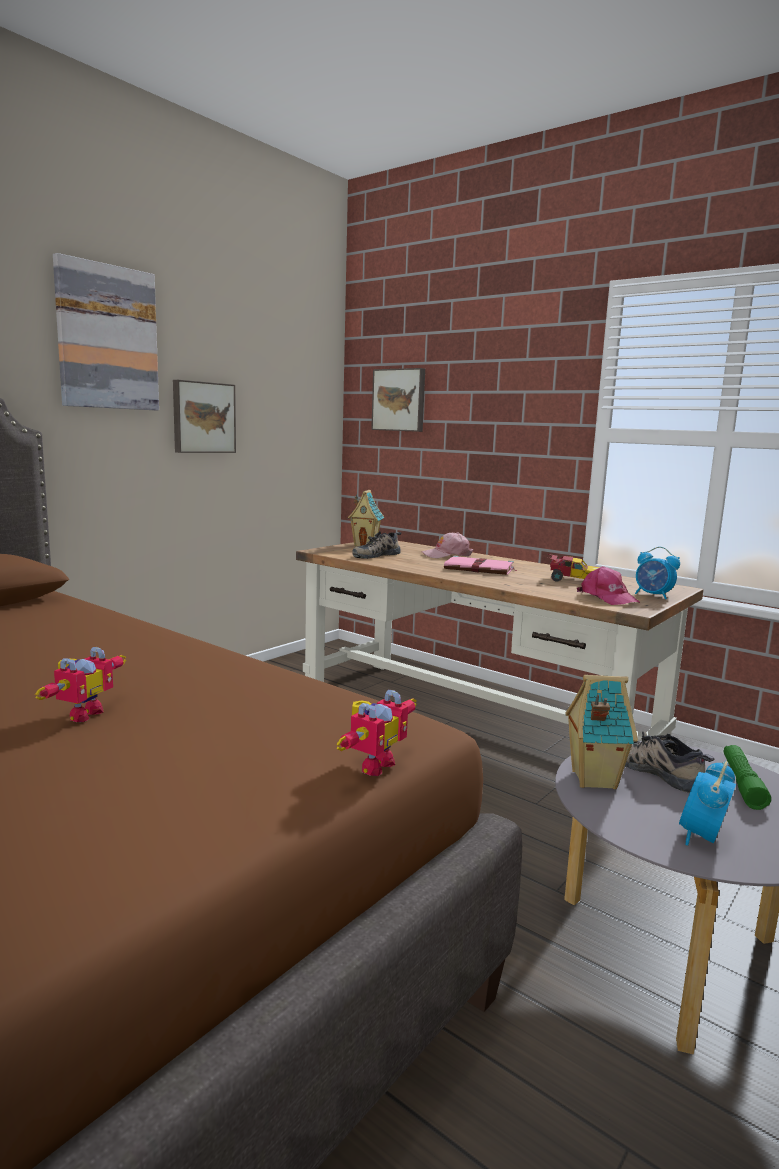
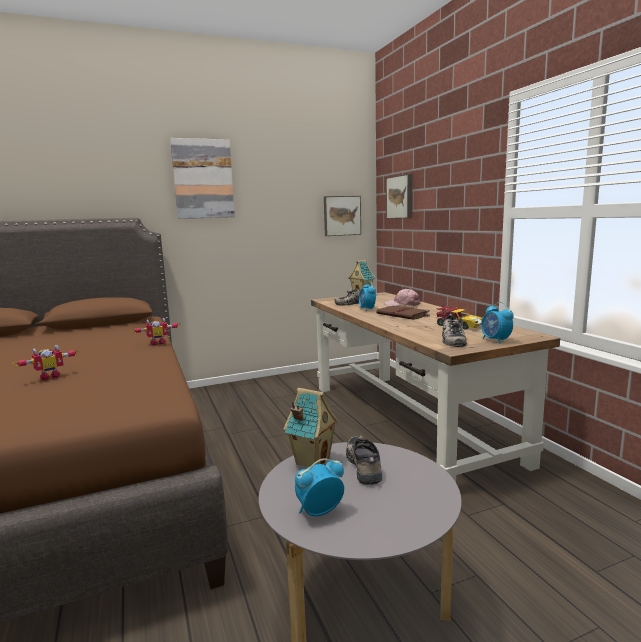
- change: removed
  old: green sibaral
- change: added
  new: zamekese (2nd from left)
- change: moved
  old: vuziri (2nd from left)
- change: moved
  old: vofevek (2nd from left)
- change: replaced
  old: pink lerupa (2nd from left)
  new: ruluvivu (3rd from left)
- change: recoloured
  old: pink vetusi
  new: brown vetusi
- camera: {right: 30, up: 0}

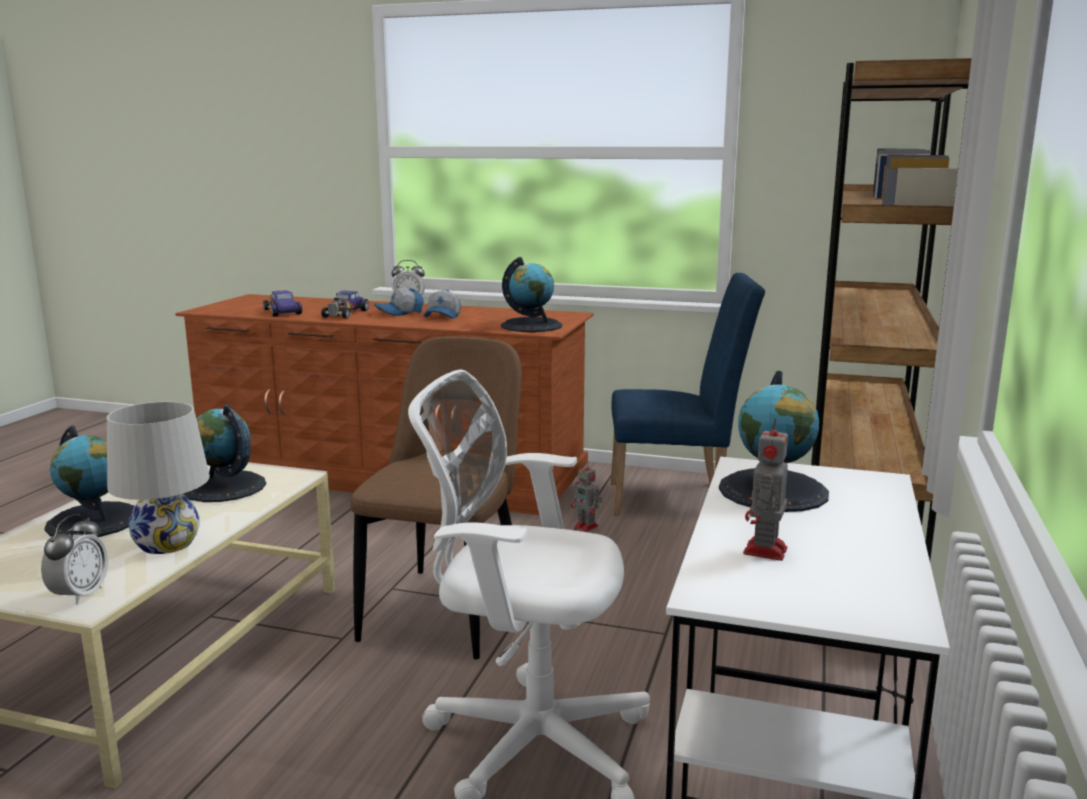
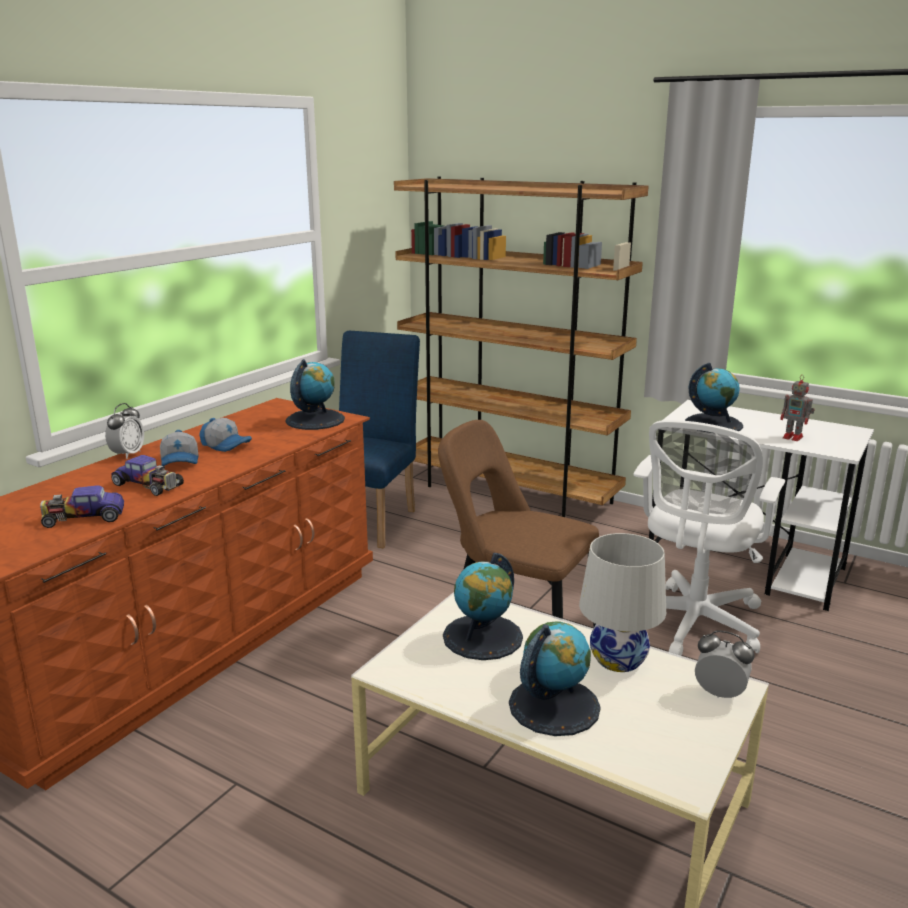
- change: removed
  old: vofevek (1st from left)
- camera: {right: -75, up: 5}

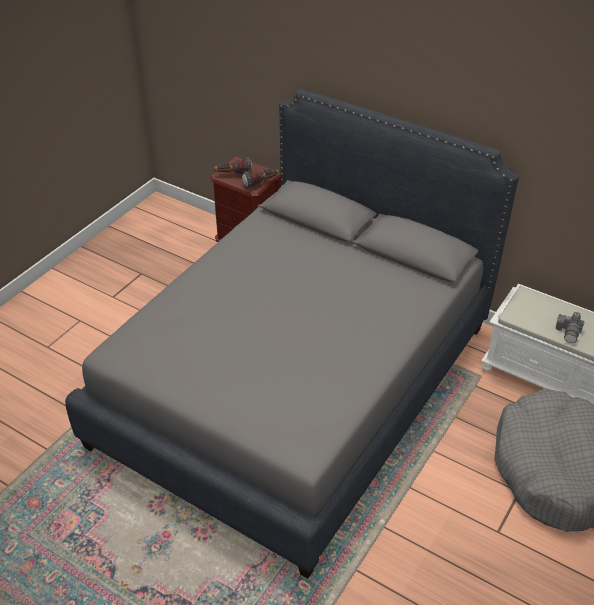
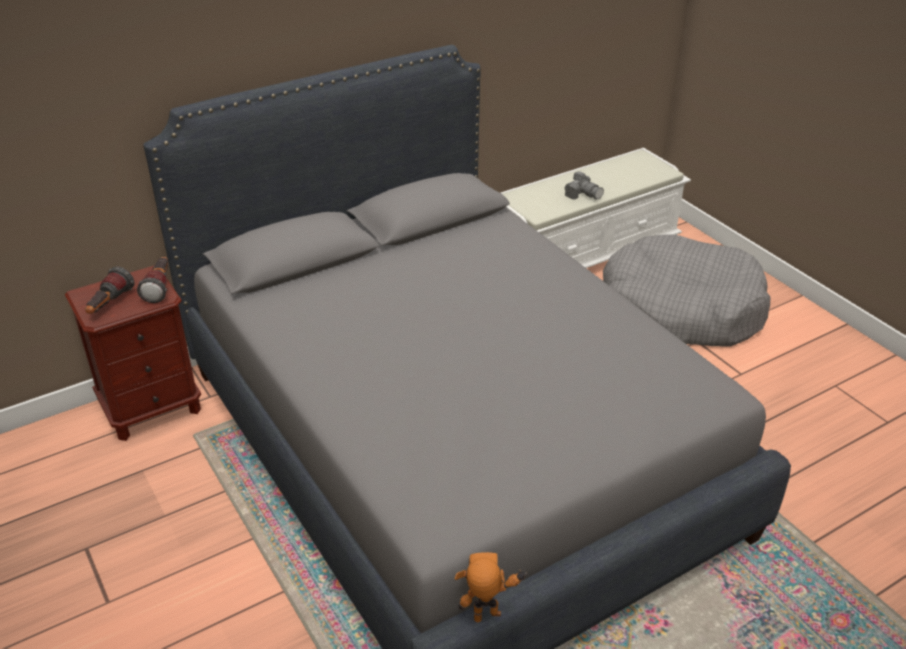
- change: added
  new: vofevek
- camera: {right: -65, up: -5}

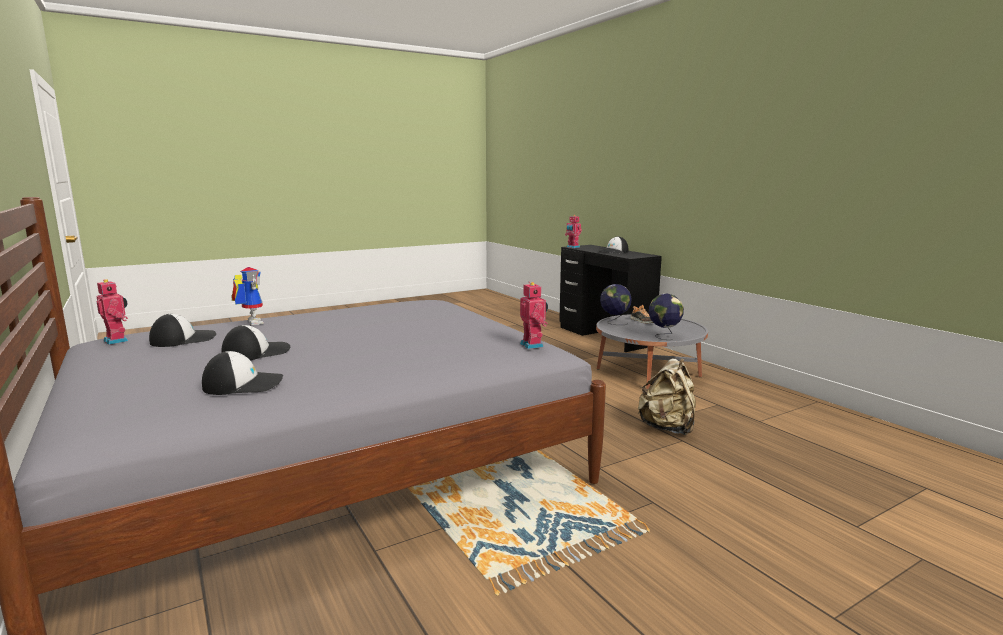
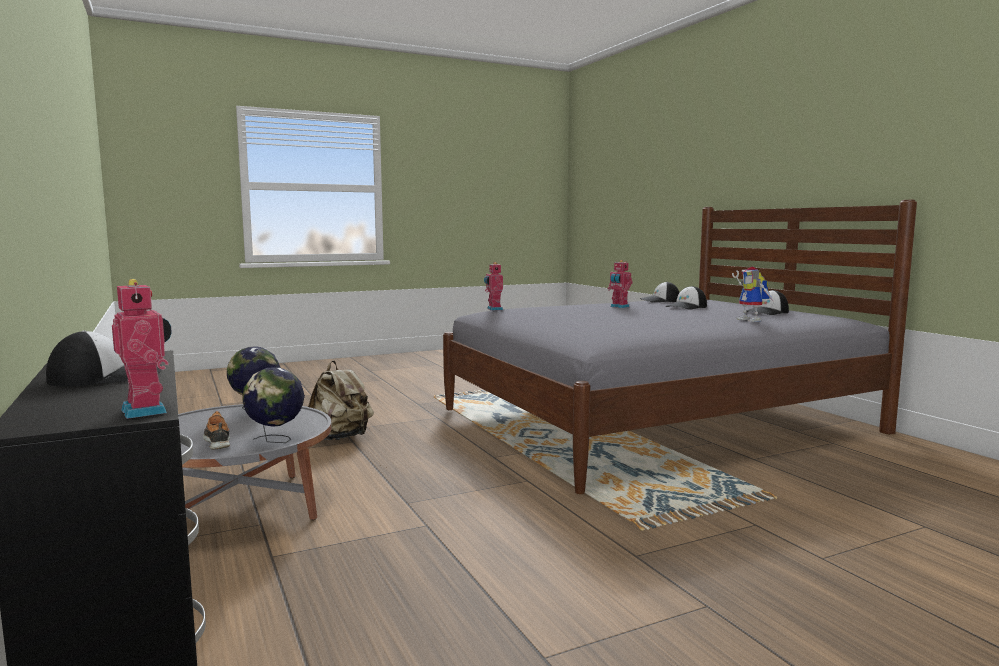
- change: moved
  old: vofevek (1st from left in the first image)
  new: vofevek (3rd from left)
- camera: {right: -175, up: -5}

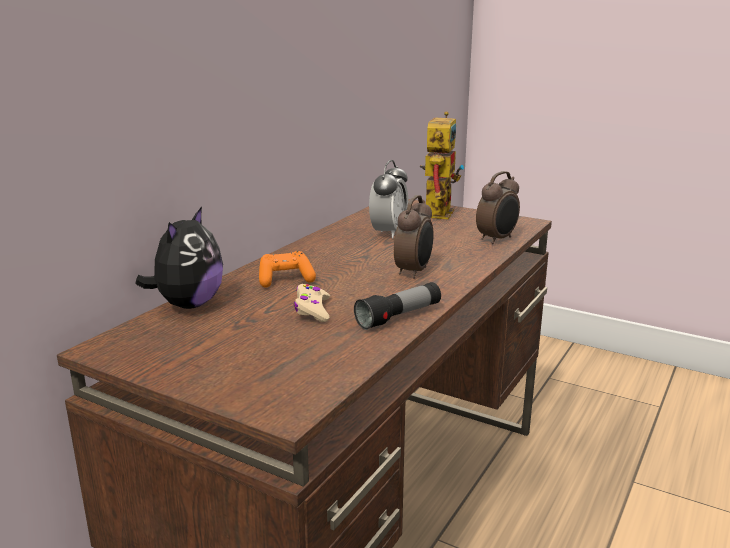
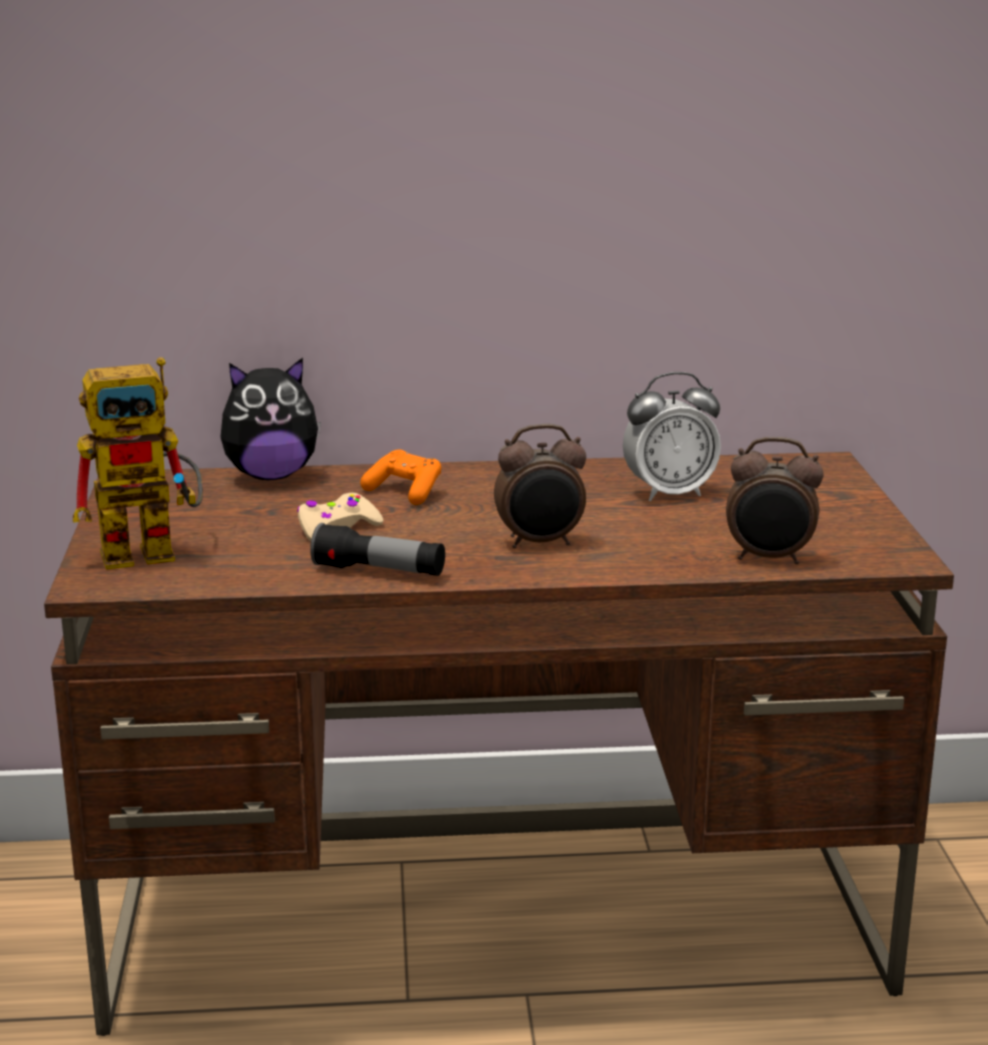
- change: moved
  old: vofevek
- camera: {right: 55, up: 0}

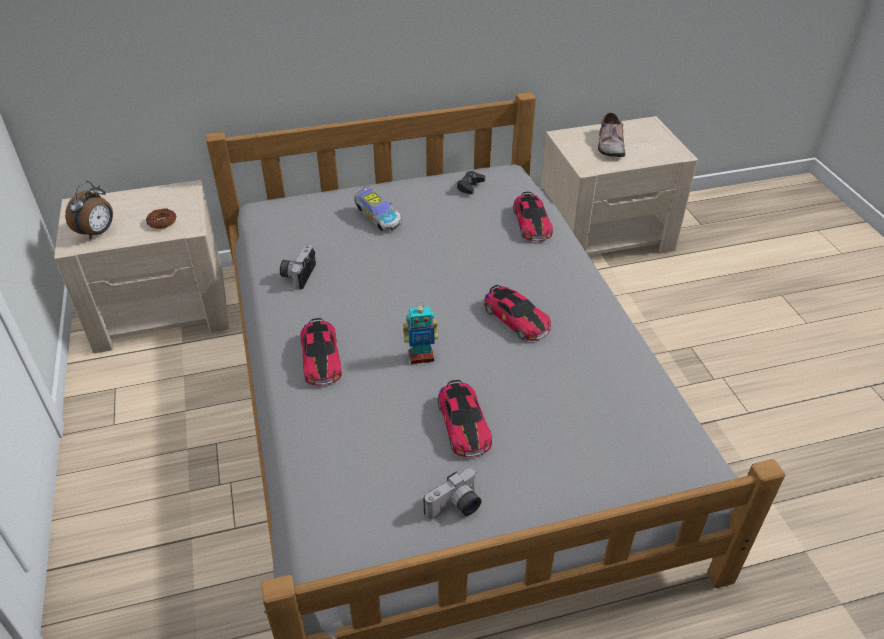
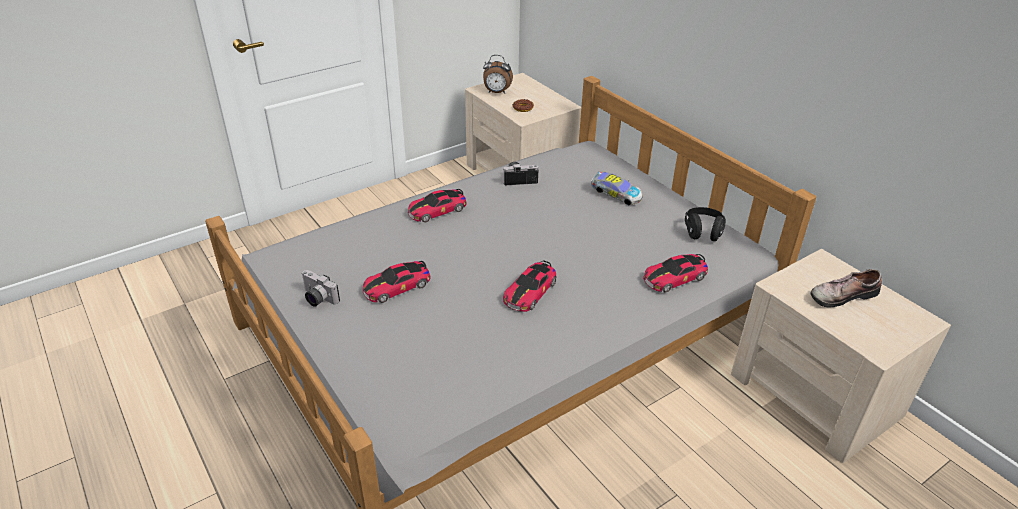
- change: removed
  old: vofevek
- change: replaced
  old: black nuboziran
  new: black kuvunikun
- change: turned
  old: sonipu (2nd from left in the first image)
  degrees: -90
- camera: {right: 70, up: -5}

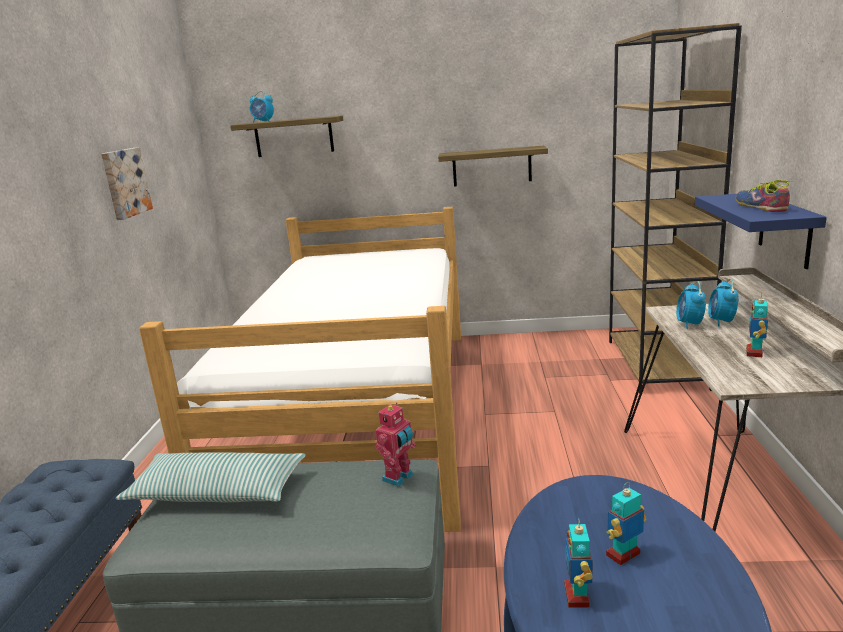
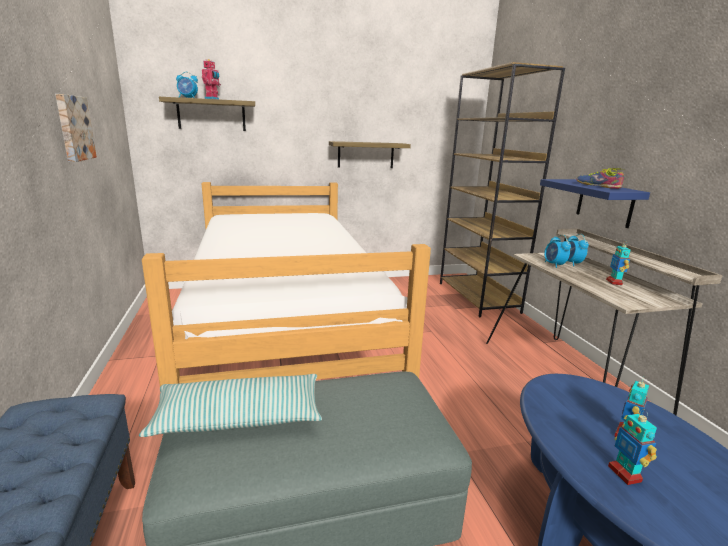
- change: moved
  old: vofevek (1st from left)
- camera: {right: -20, up: 0}

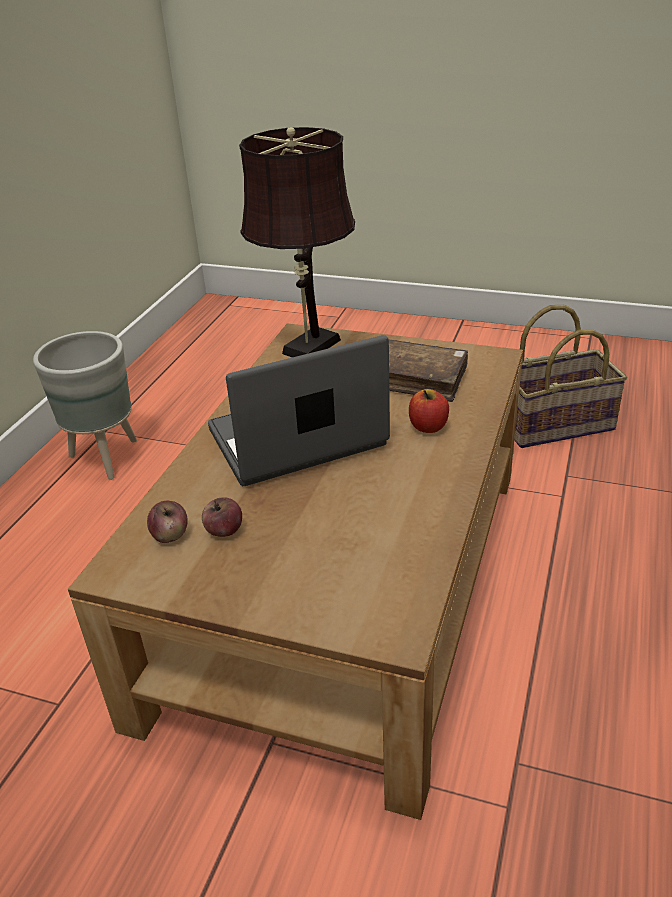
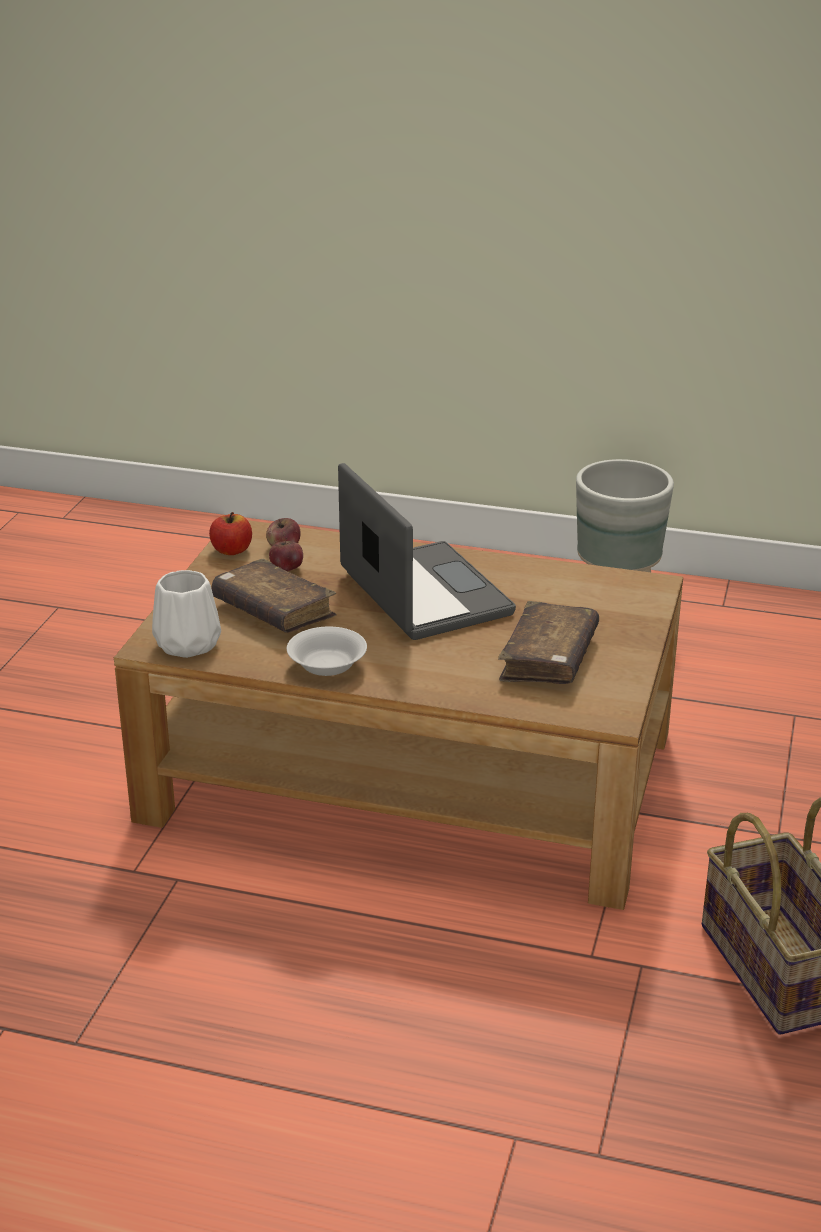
- change: removed
  old: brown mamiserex
- change: added
  new: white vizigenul
- change: added
  new: brown vetusi (1st from left)
- change: added
  new: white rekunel
- change: moved
  old: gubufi (3rd from left in the first image)
  new: gubufi (1st from left)
- camera: {right: 85, up: -5}

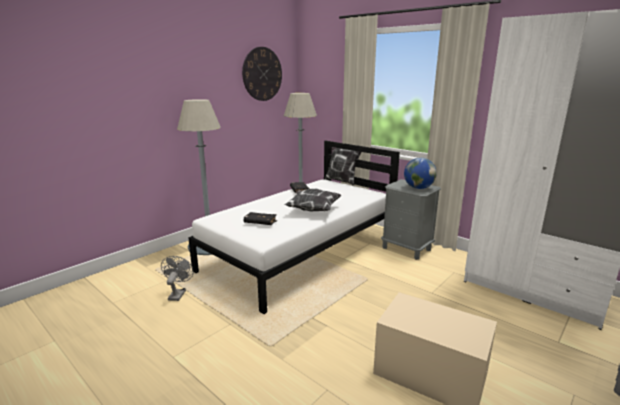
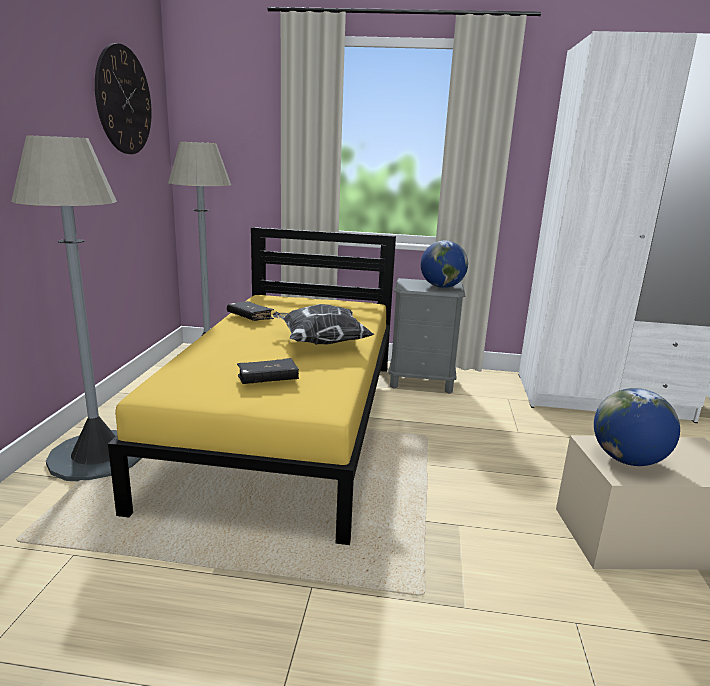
- change: removed
  old: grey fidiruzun
- change: removed
  old: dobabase (2nd from left)
- change: added
  new: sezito (2nd from left)
- change: recoloured
  old: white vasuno
  new: yellow vasuno
- camera: {right: -35, up: 0}

